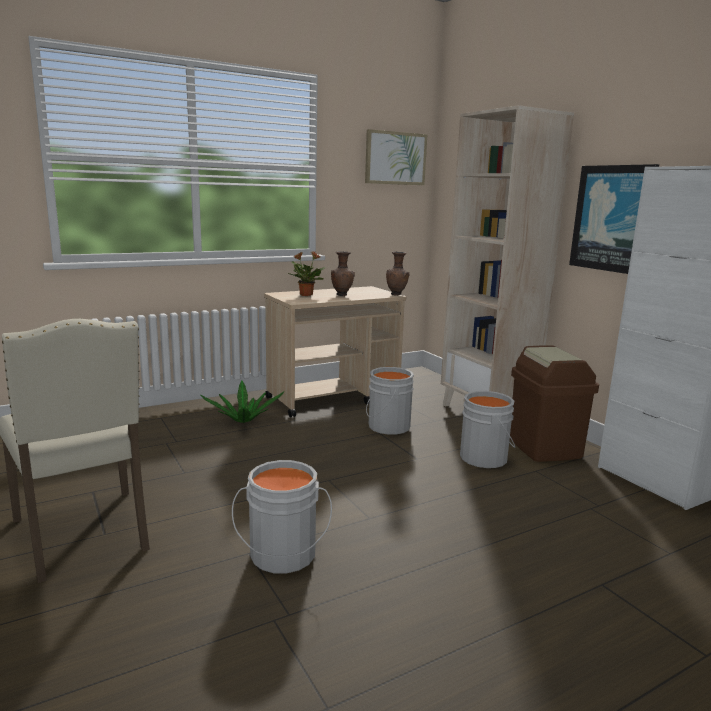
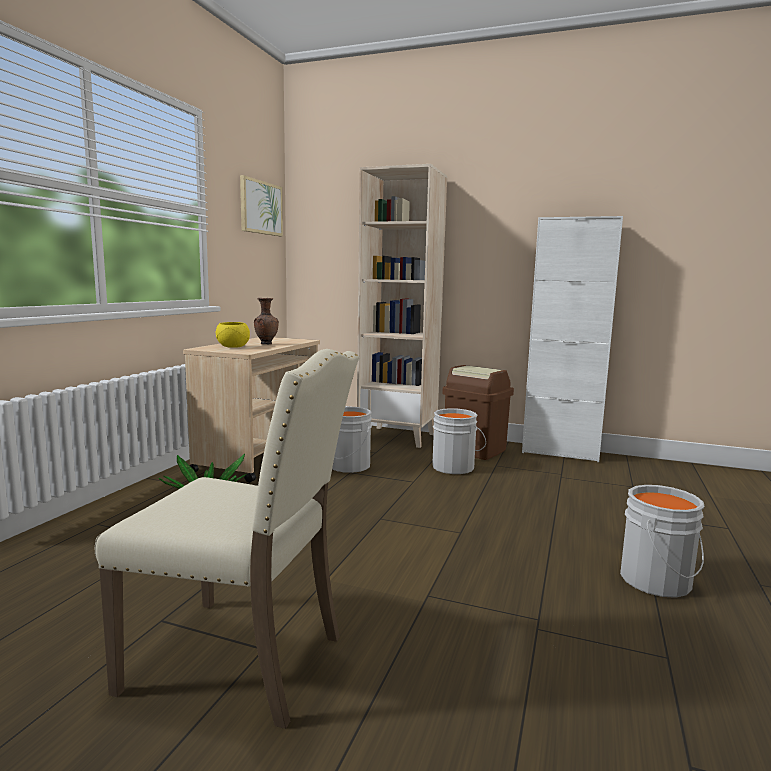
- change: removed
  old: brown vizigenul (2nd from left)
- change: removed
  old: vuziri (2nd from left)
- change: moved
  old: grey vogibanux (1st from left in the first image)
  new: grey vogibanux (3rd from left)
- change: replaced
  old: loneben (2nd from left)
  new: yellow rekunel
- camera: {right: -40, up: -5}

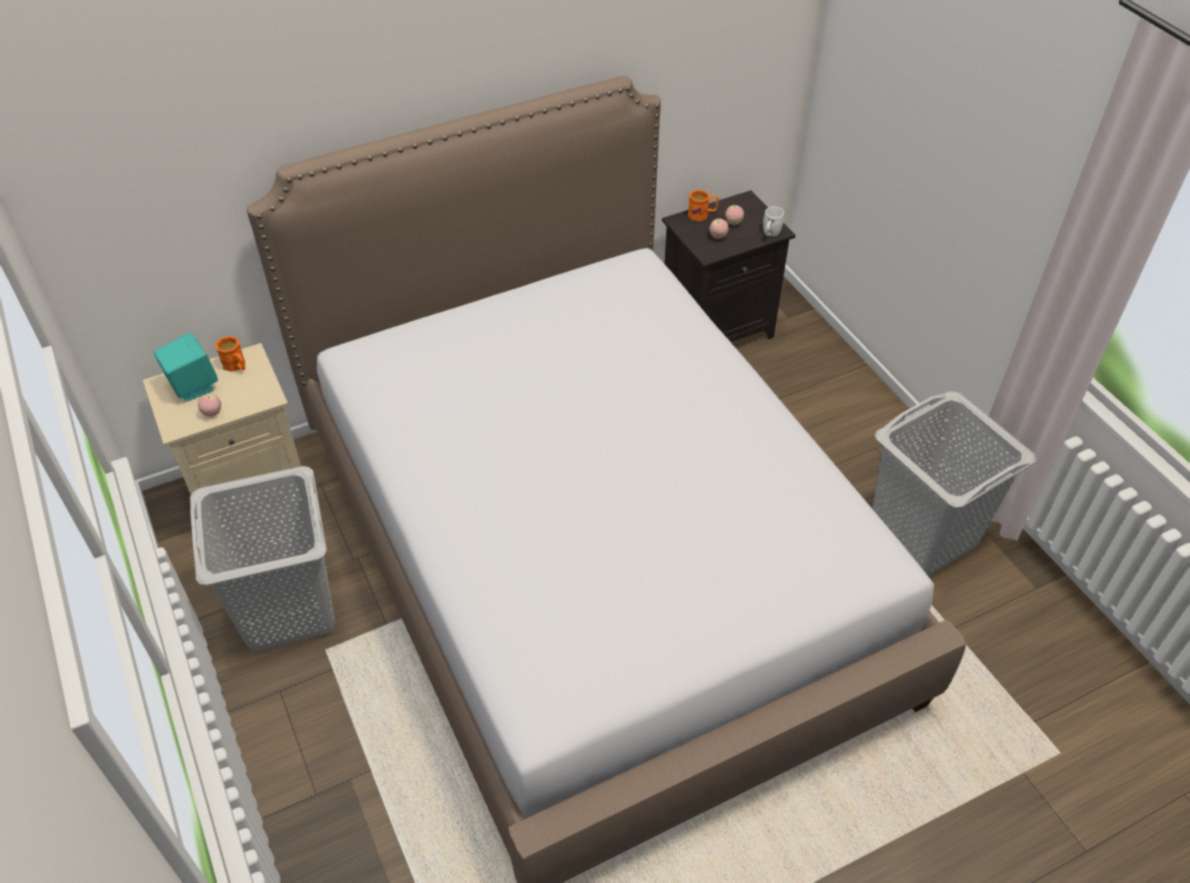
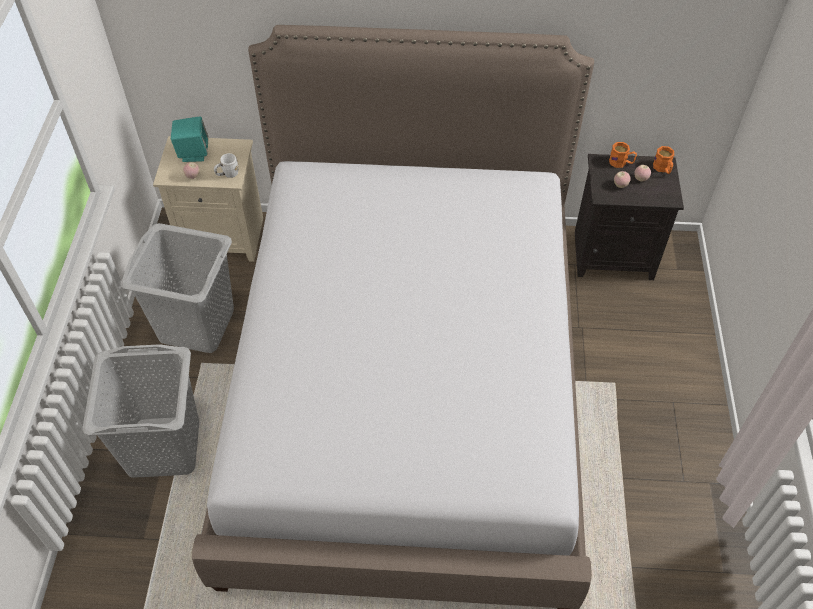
- change: moved
  old: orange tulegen (1st from left in the first image)
  new: orange tulegen (2nd from left)
- change: moved
  old: white tulegen
- change: moved
  old: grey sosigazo (2nd from left in the first image)
  new: grey sosigazo (1st from left)
- camera: {right: 30, up: 5}

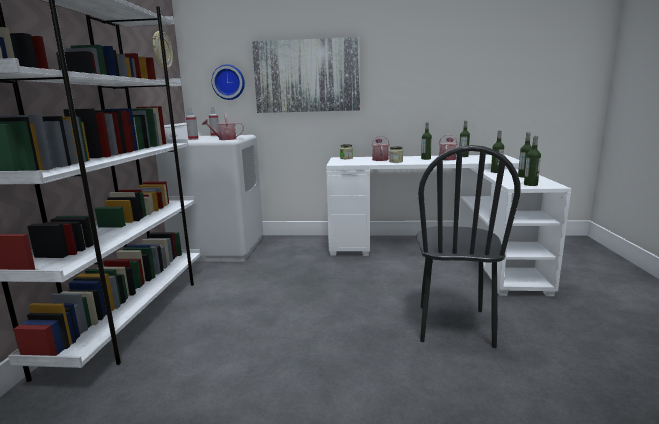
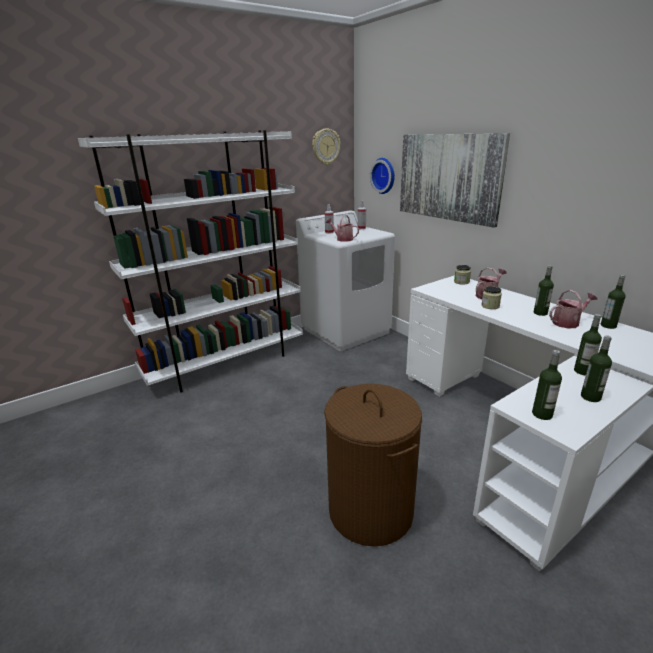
- change: replaced
  old: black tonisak
  new: brown sosigazo
- camera: {right: 50, up: 10}

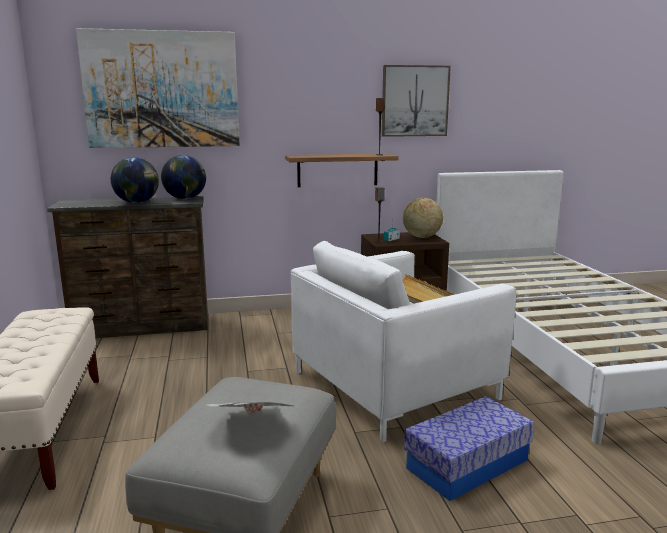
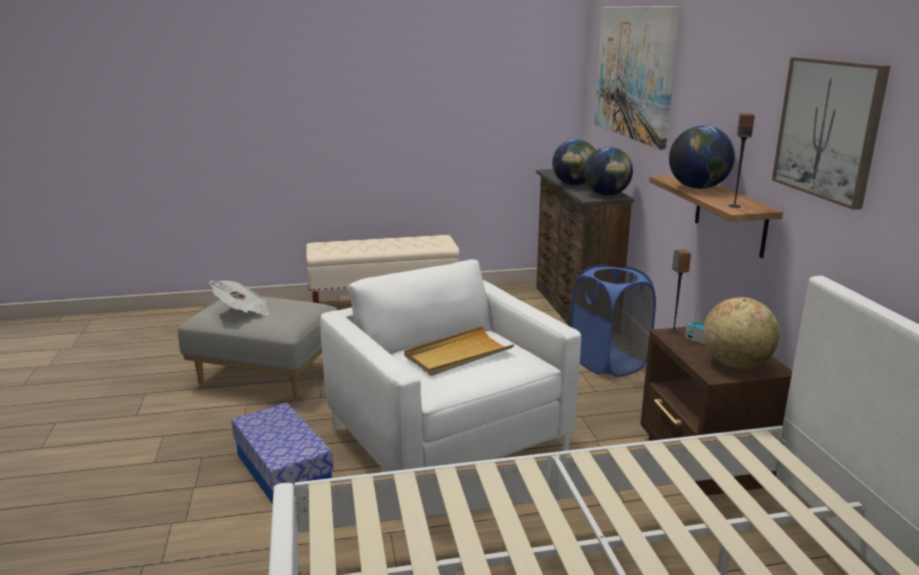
- change: added
  new: blue sosigazo
- change: added
  new: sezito (3rd from left)
- camera: {right: 90, up: 5}

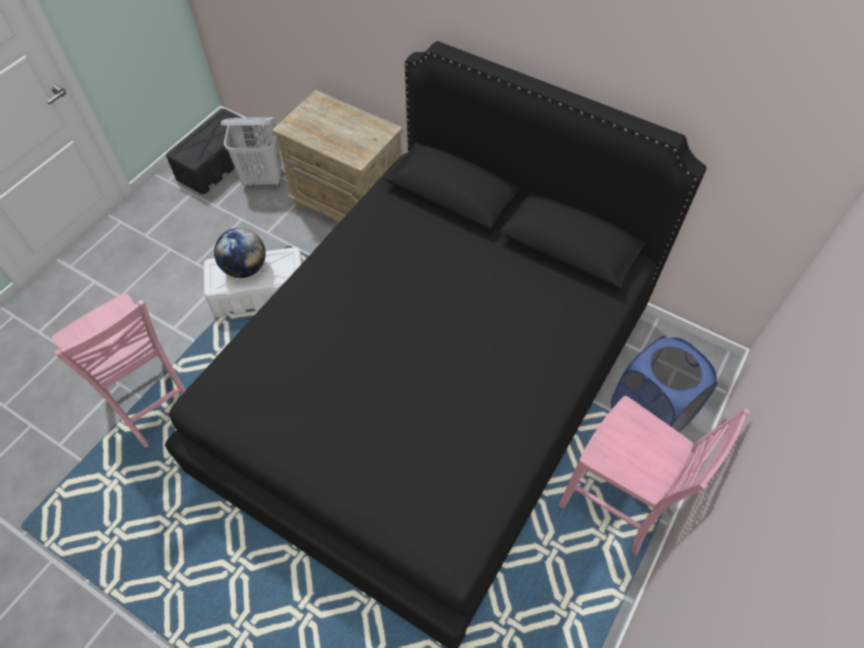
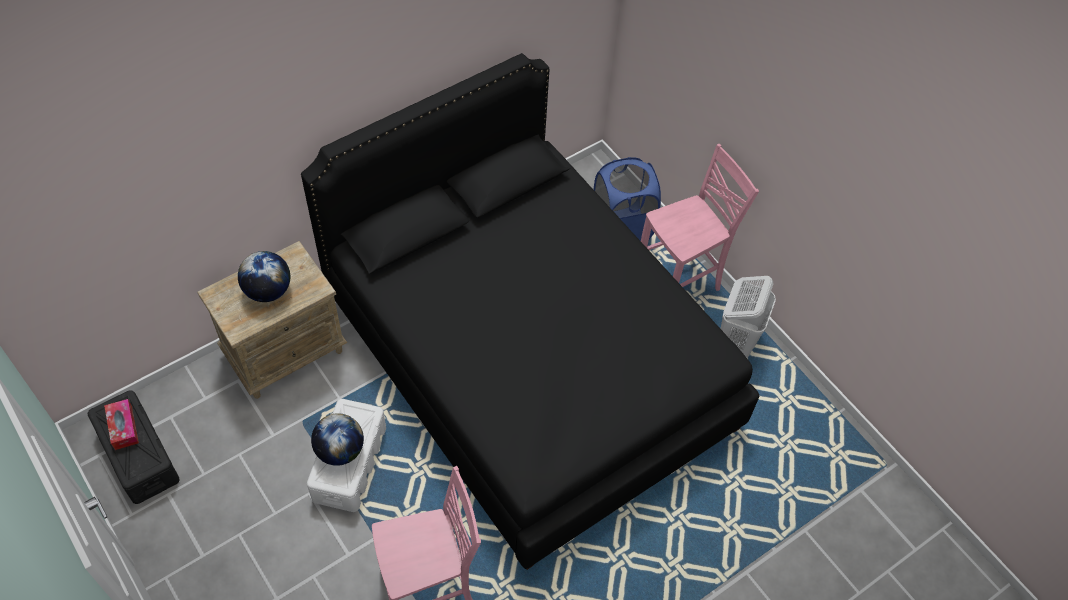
- change: added
  new: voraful
- change: added
  new: sezito (1st from left)
- change: moved
  old: white sosigazo
- camera: {right: -70, up: 0}

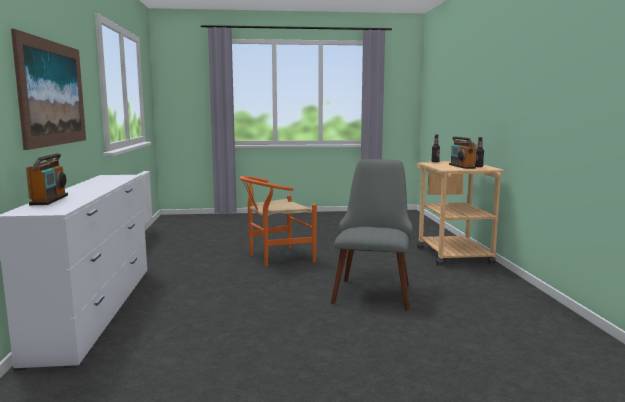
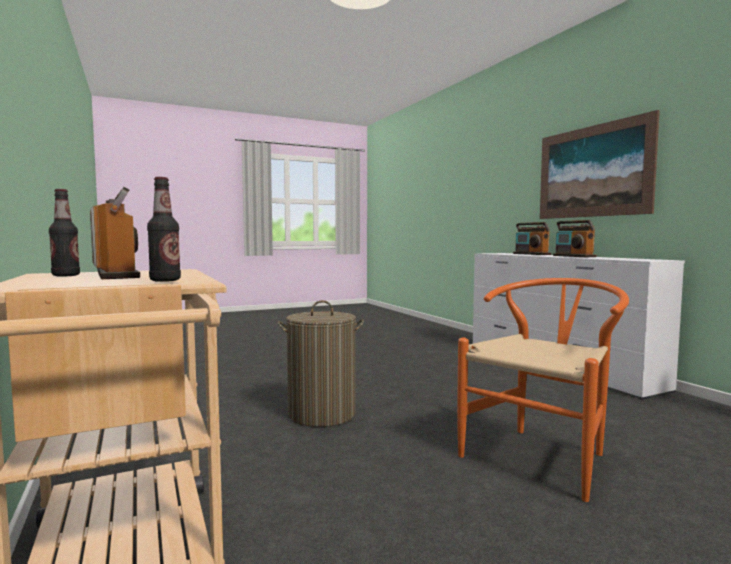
- change: added
  new: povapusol (3rd from left)
- change: replaced
  old: grey tonisak
  new: sosigazo
- camera: {right: 160, up: -5}

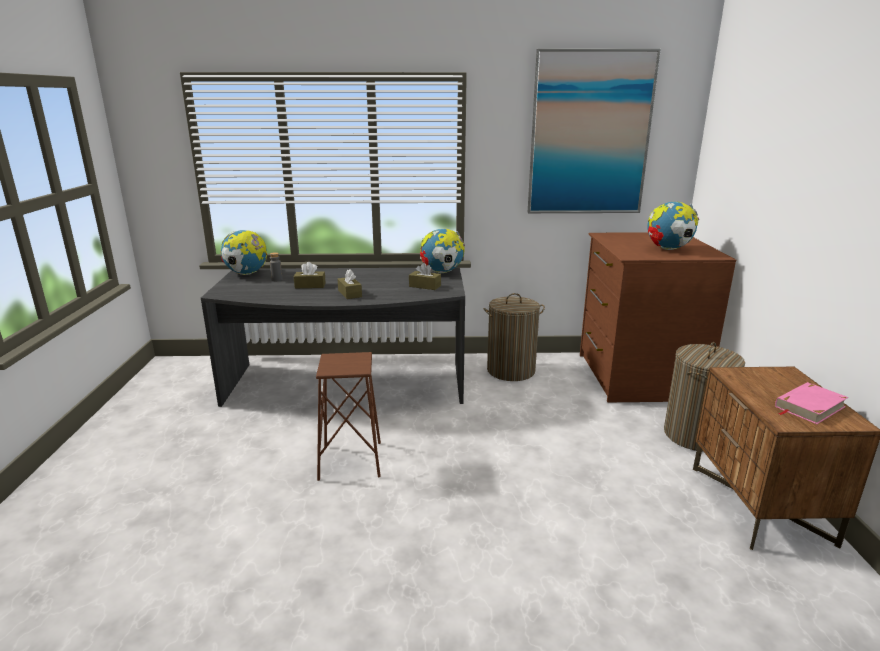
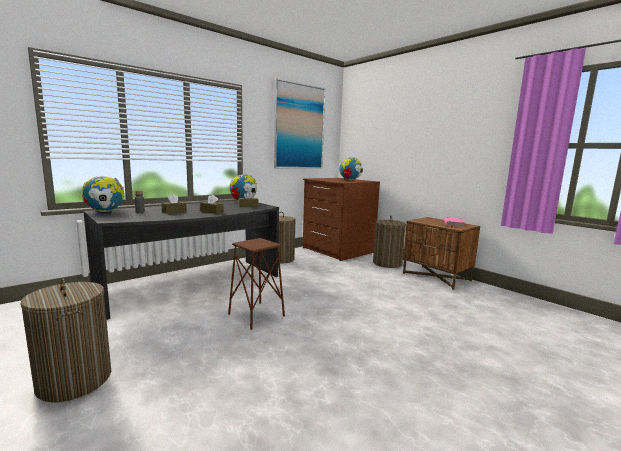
- change: added
  new: sosigazo (1st from left)
- camera: {right: -40, up: -10}

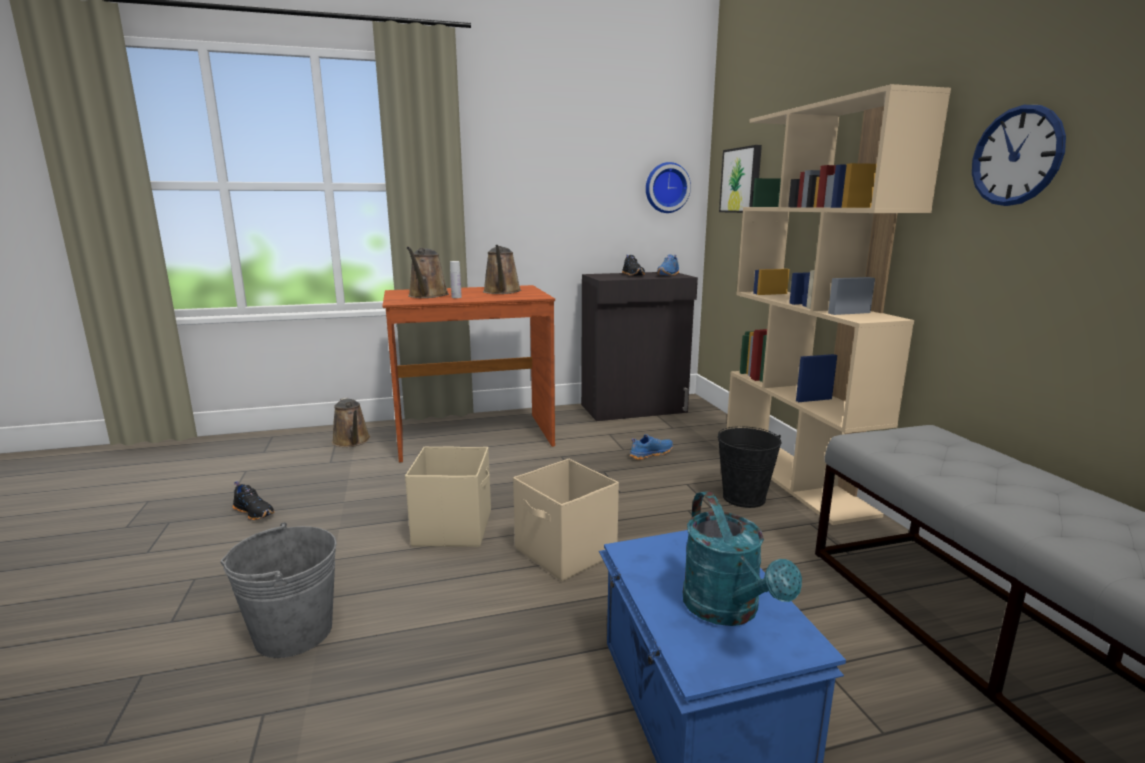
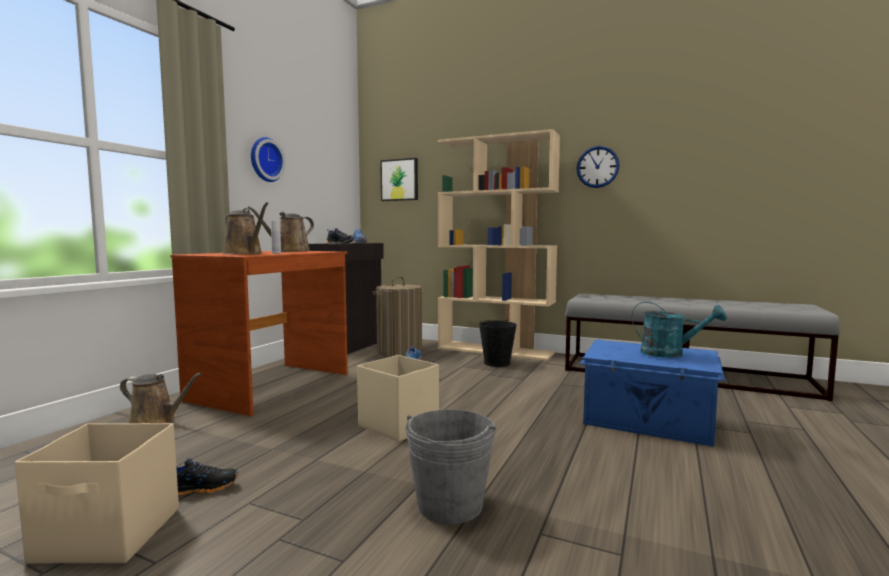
- change: added
  new: sosigazo
- change: moved
  old: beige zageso (2nd from left in the first image)
  new: beige zageso (1st from left)
- change: moved
  old: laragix (1st from left)
- change: turned
  old: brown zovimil (3rd from left)
  degrees: 90
- camera: {right: -50, up: -10}

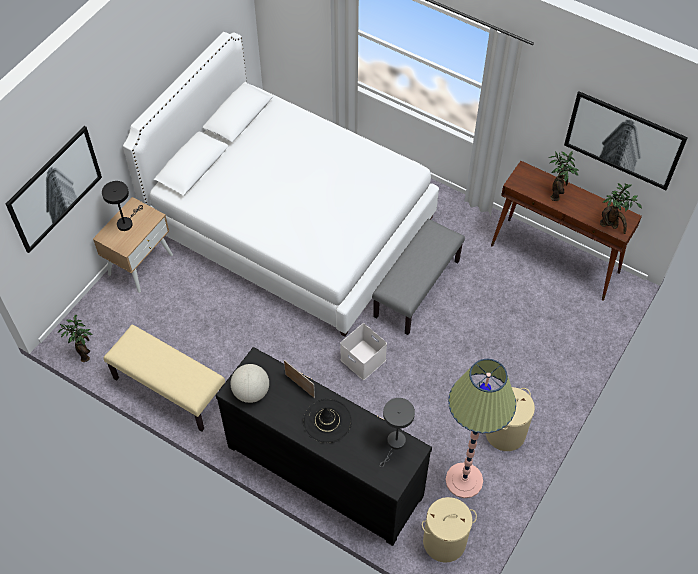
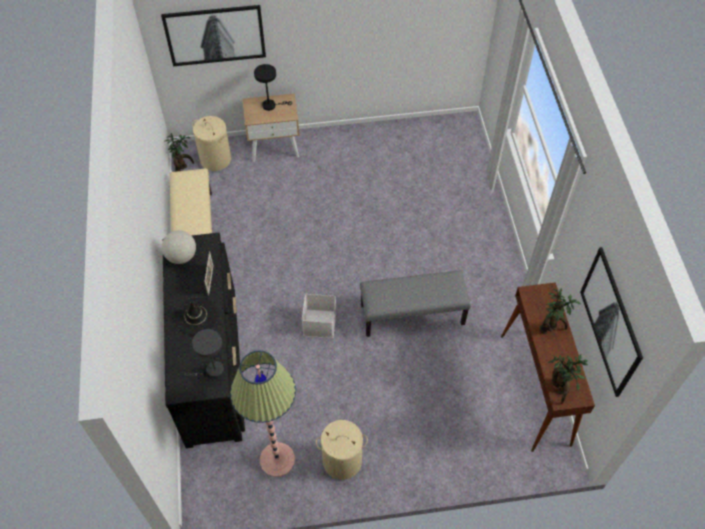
- change: removed
  old: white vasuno
- change: moved
  old: beige sosigazo (1st from left)
- camera: {right: 50, up: 0}

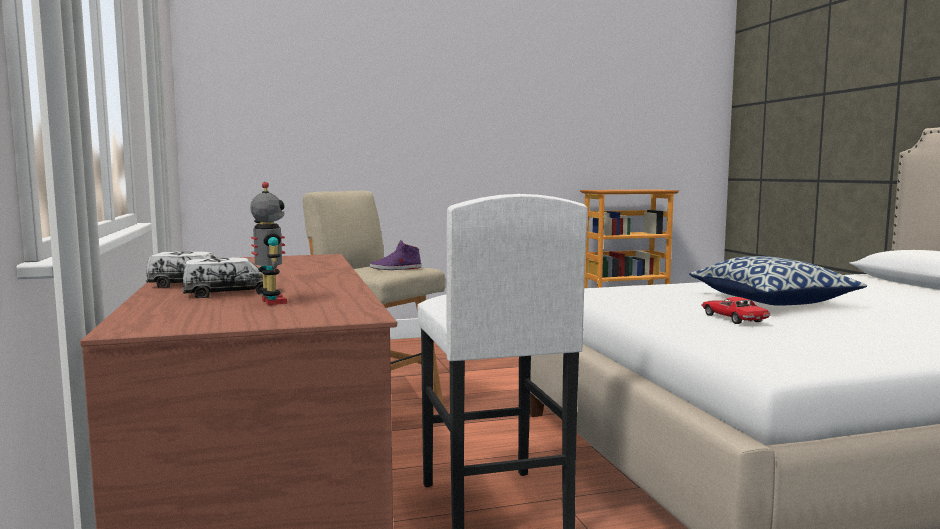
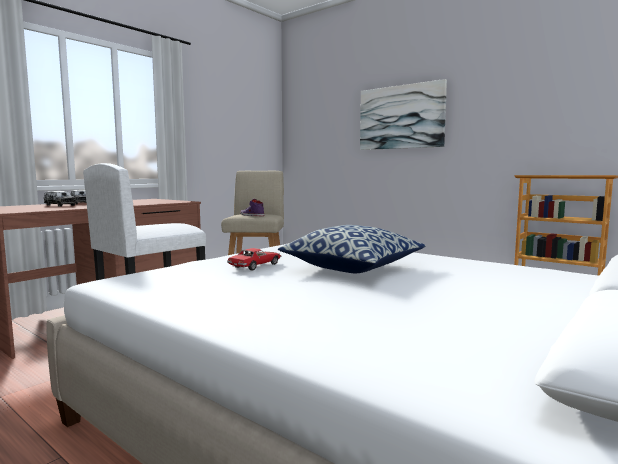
- change: removed
  old: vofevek
- change: added
  new: vuziri
- camera: {right: 55, up: 0}

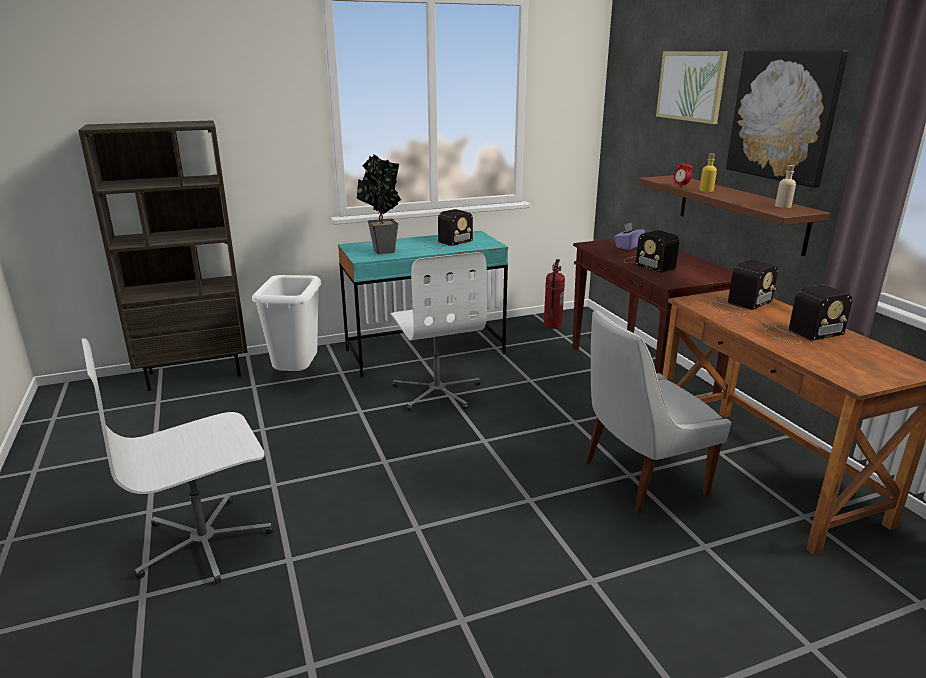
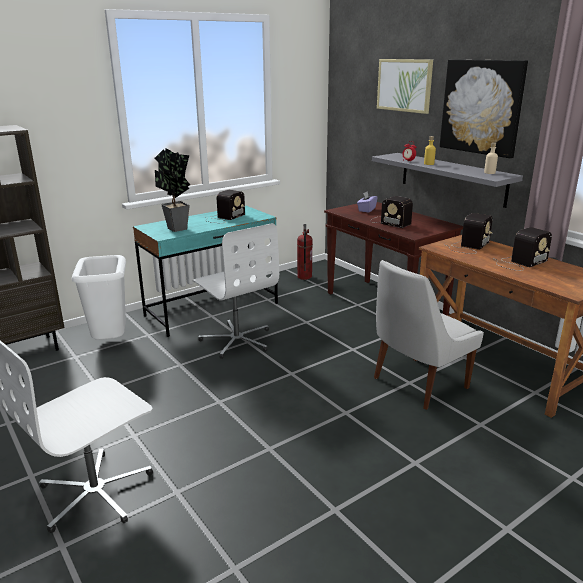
- change: recoloured
  old: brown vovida
  new: grey vovida
- camera: {right: -15, up: 0}

